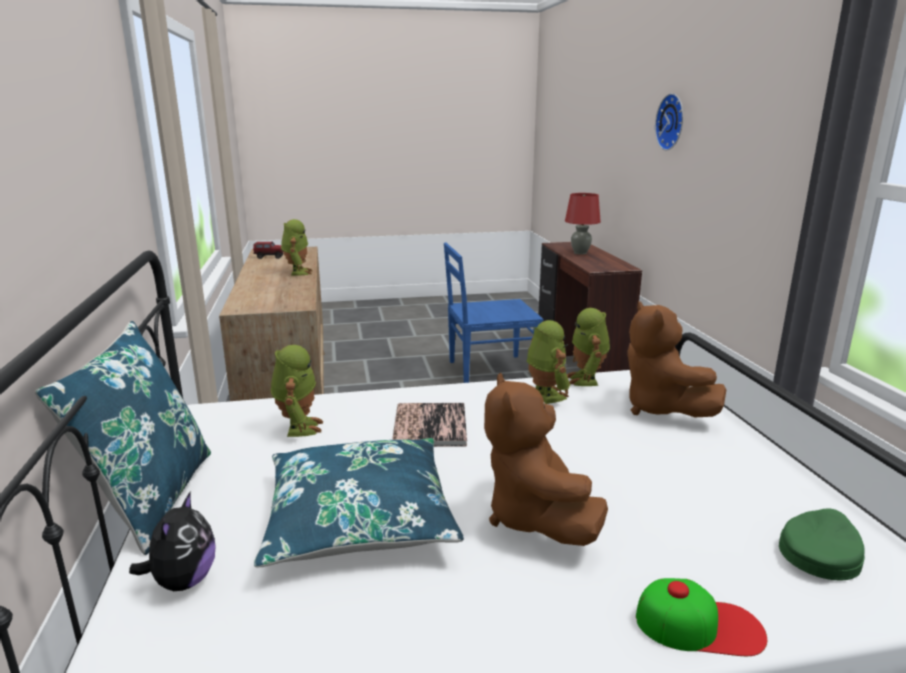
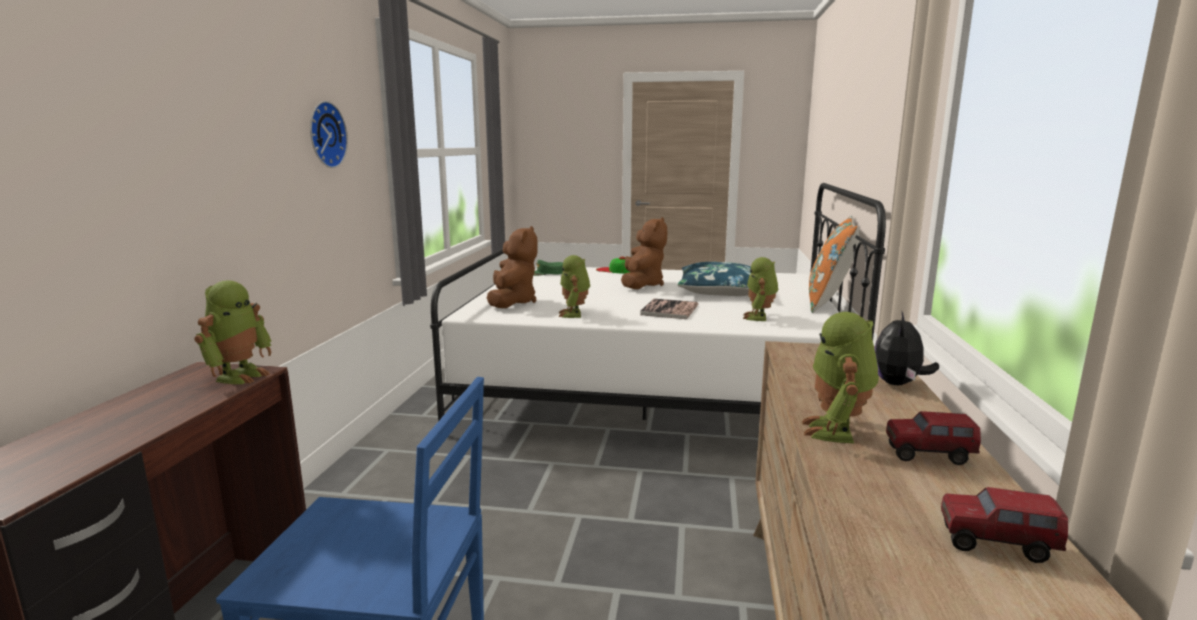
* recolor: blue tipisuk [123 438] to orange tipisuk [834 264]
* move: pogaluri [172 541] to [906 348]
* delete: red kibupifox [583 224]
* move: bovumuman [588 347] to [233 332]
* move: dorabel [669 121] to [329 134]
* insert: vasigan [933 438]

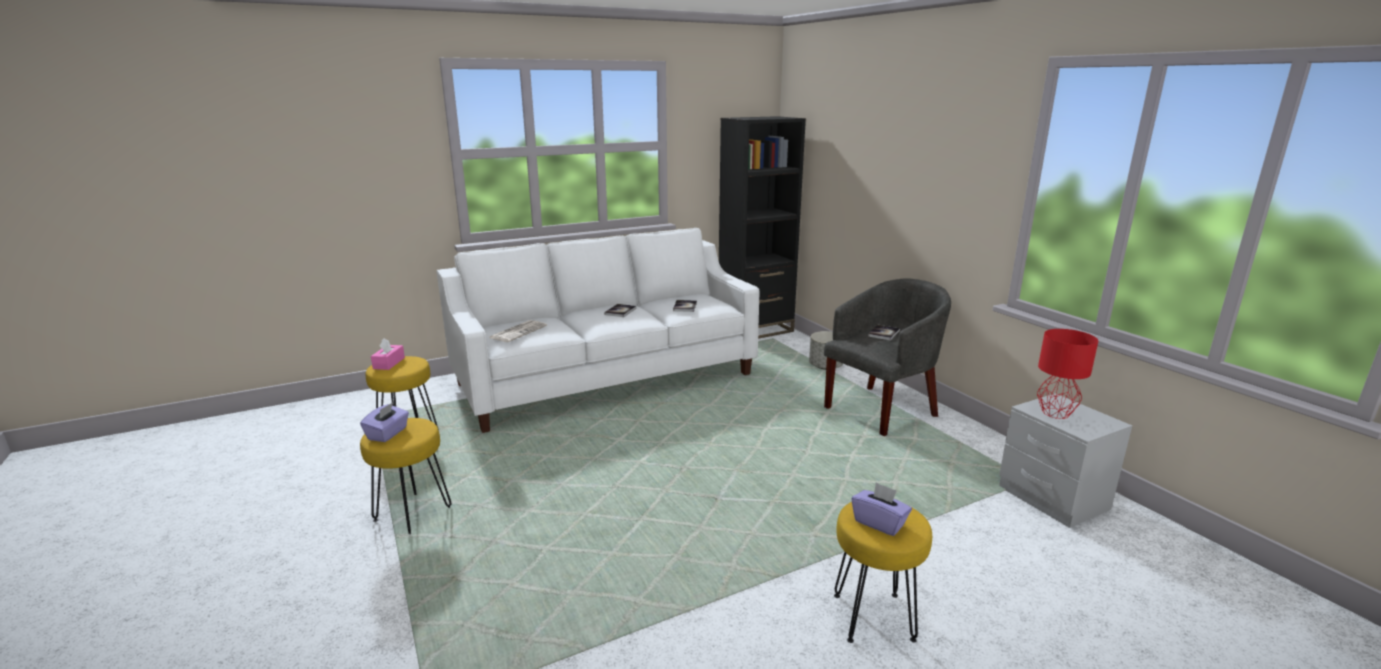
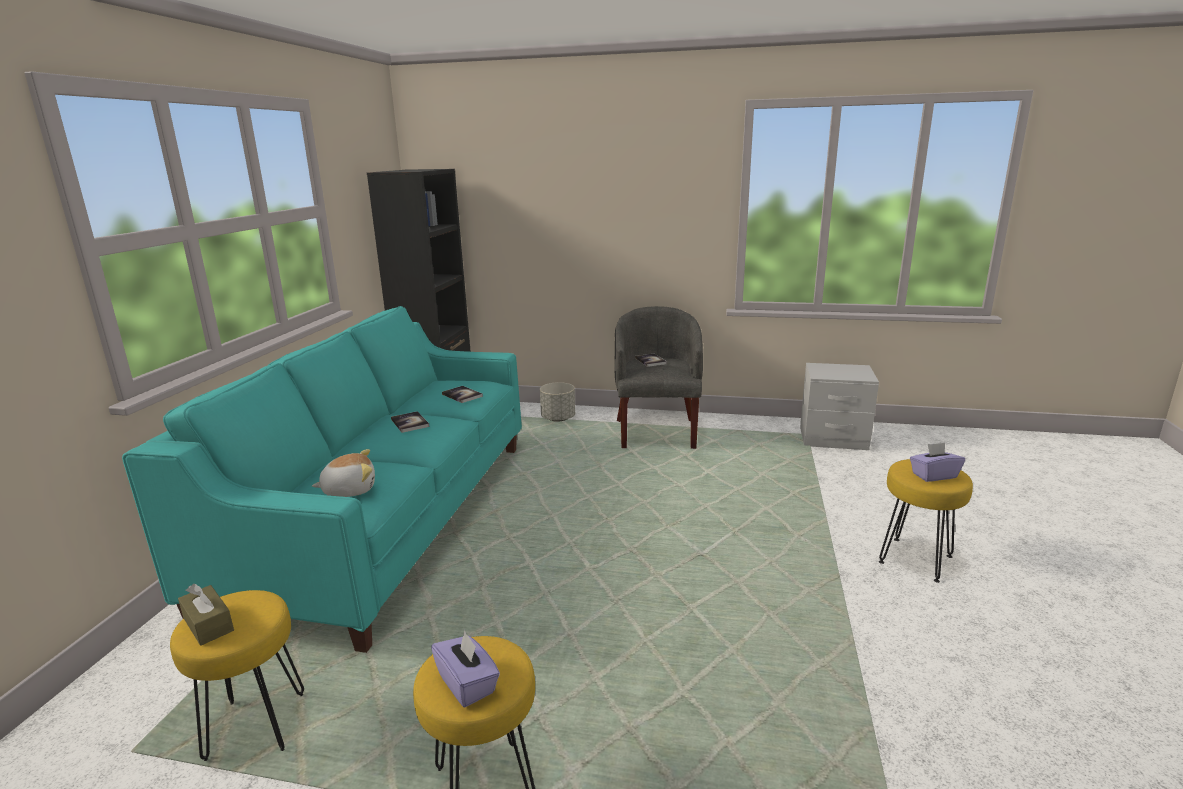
* recolor: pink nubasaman [388 354] to brown nubasaman [206 615]
* recolor: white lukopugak [597 330] to turquoise lukopugak [322 479]
* replace: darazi [518 331] to pogaluri [343 473]
* delete: red kibupifox [1067 374]

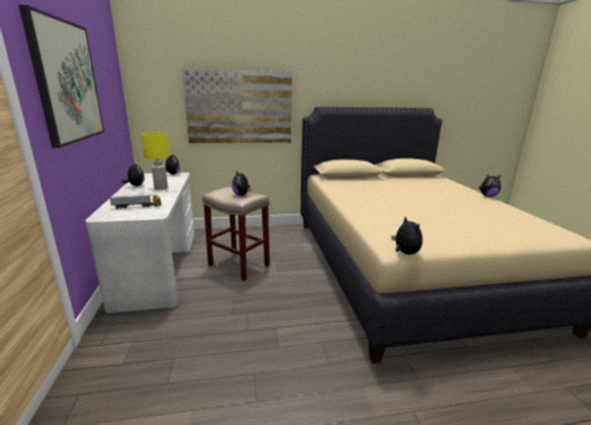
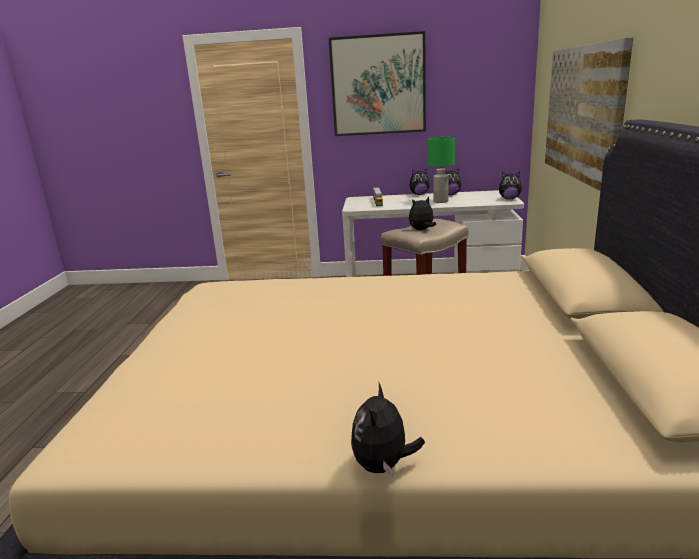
* recolor: yellow kibupifox [155 161] to green kibupifox [441 170]
* move: pogaluri [407 235] to [419 182]

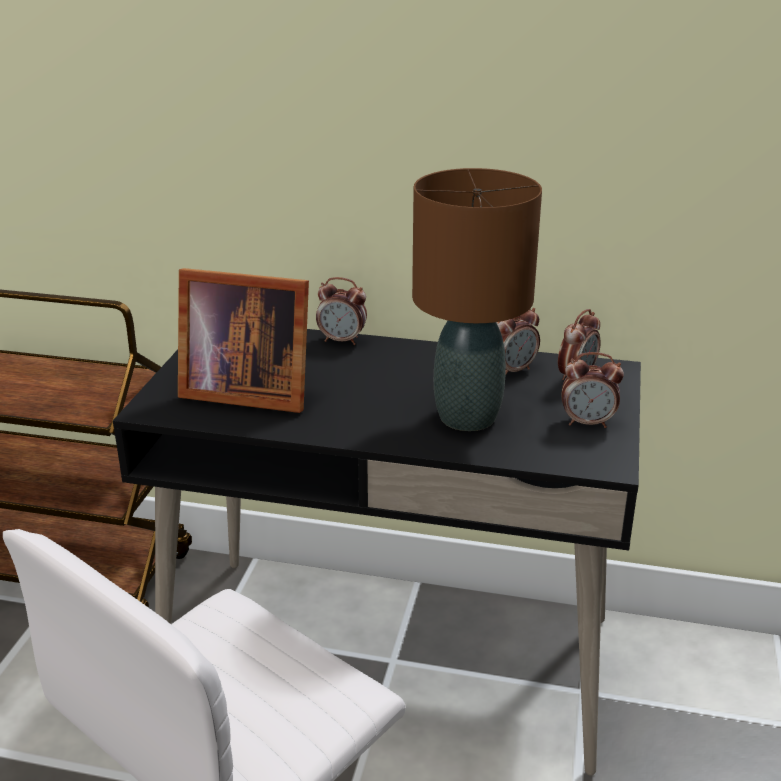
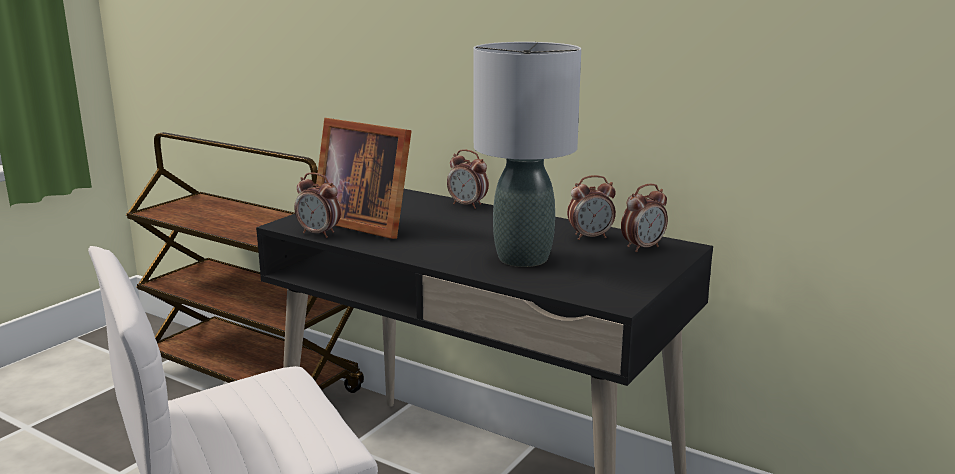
* recolor: brown kibupifox [477 299] to grey kibupifox [527 154]
* move: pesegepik [592 390] to [317 205]

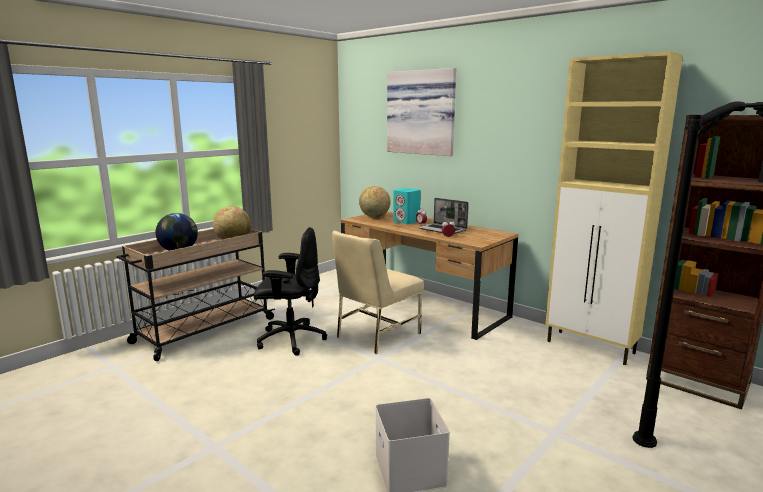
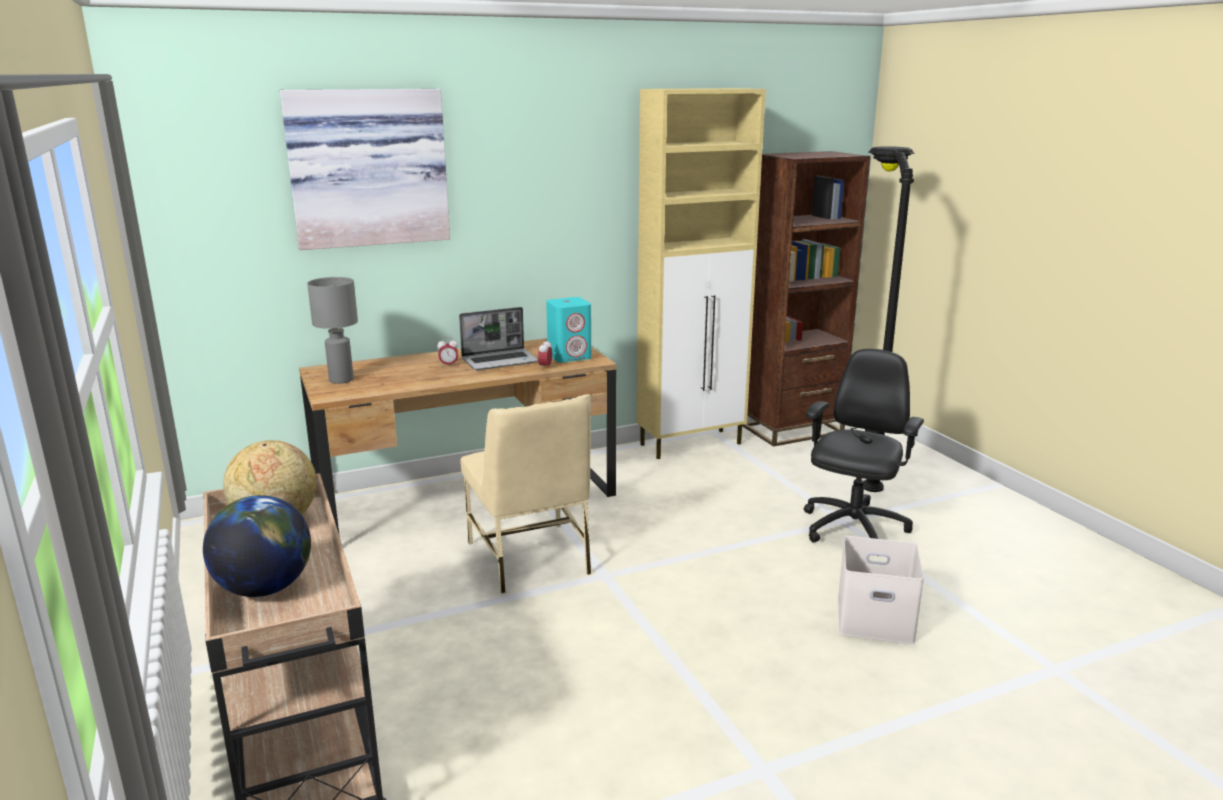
* move: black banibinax [290 291] to [864 445]
* replace: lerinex [374 202] to grey kibupifox [332 330]
* move: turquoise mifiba [407 206] to [568 330]

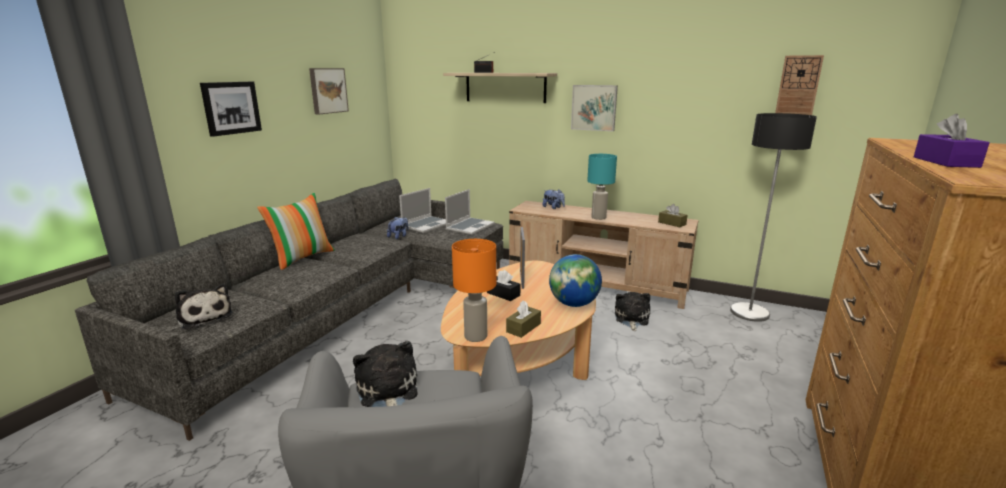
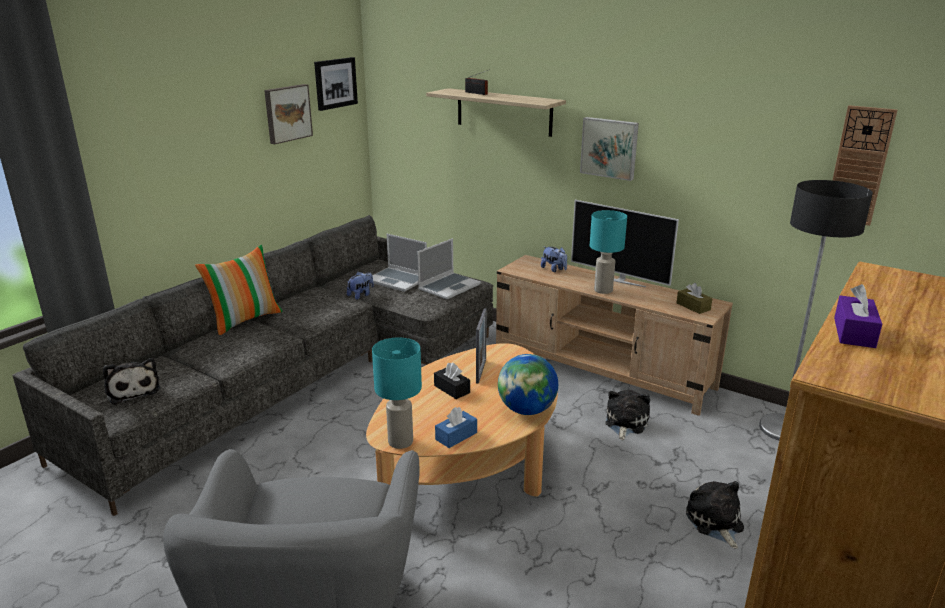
* move: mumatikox [231 109] to [336 84]
* move: pogaluri [385 374] to [715 515]
* rotate: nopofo [422 210] = [399 263] 75 degrees clockwise
* recolor: orange kibupifox [474 290] to turquoise kibupifox [397 393]
* recolor: brown nubasaman [523 319] to blue nubasaman [456 427]
* insert: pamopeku [625 243]

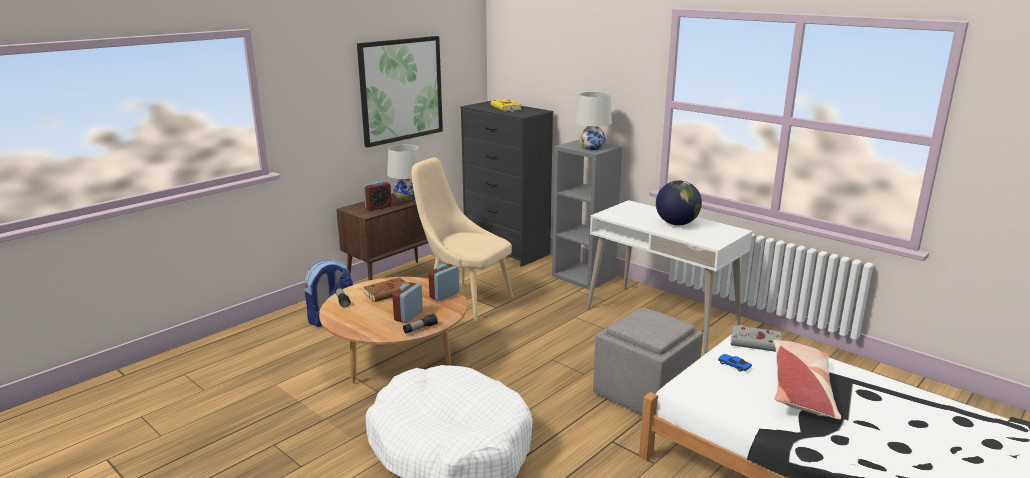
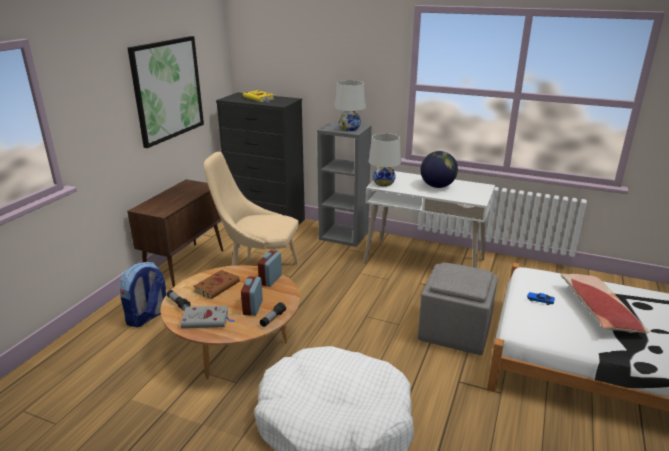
* delete: pesegepik [378 196]
* move: white kibupifox [404 172] to [384 159]
* move: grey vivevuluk [756 338] to [207 317]

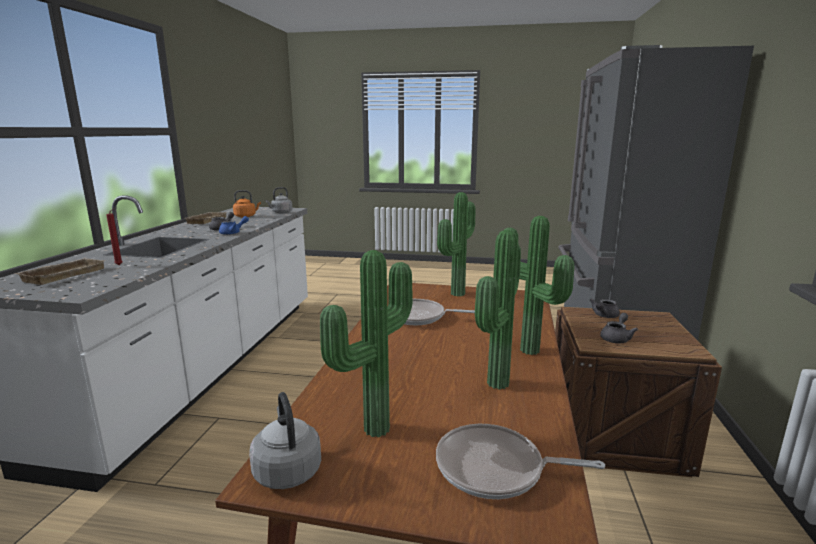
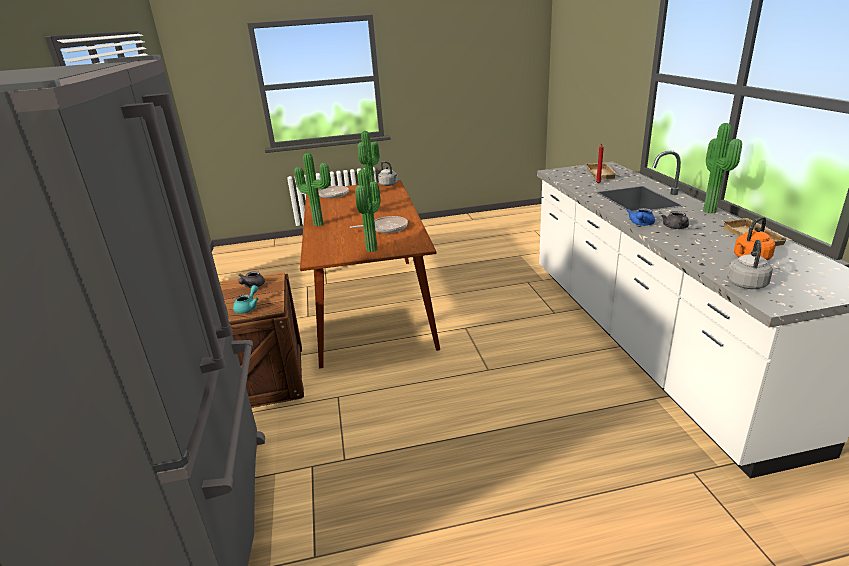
* move: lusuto [498 309] to [722 168]
* recolor: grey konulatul [605 308] to turquoise konulatul [245 299]

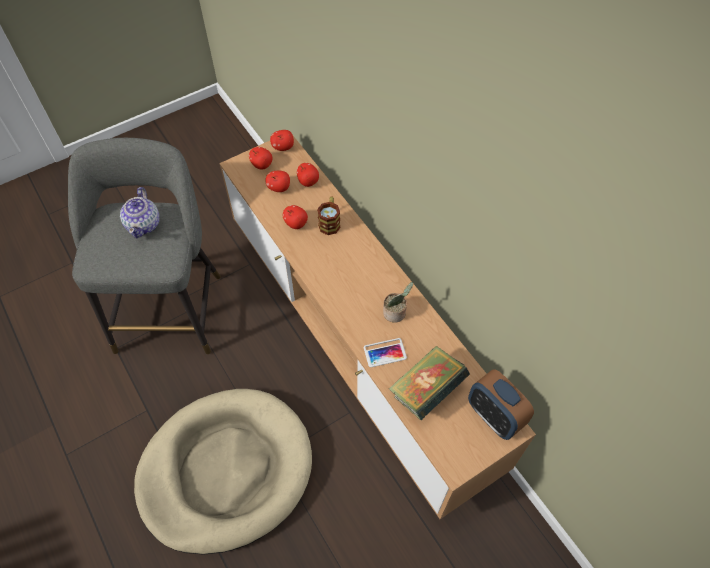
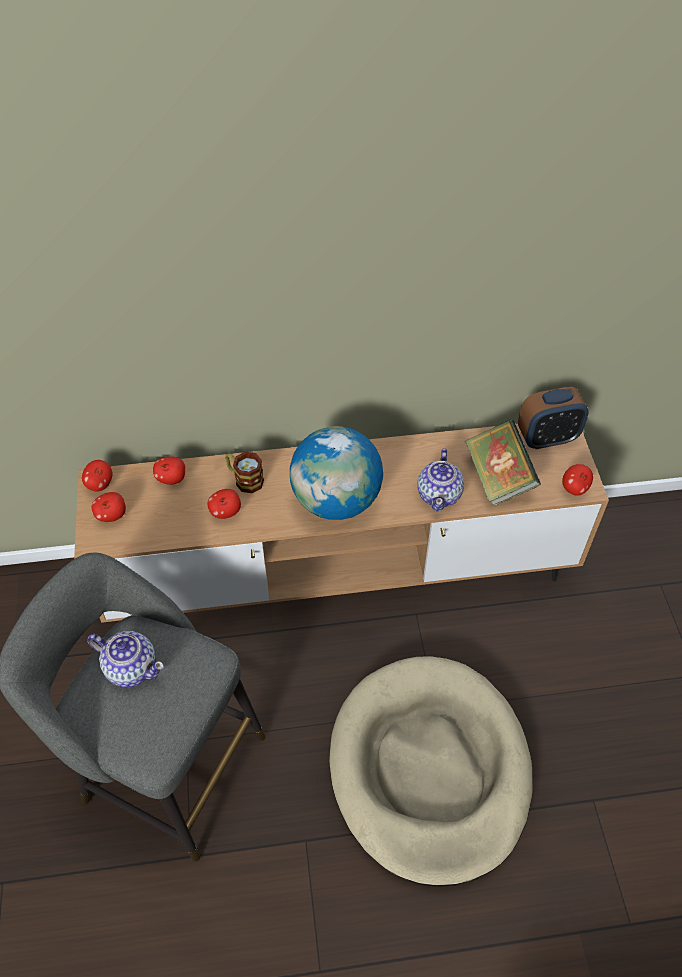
* move: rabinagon [278 181] to [577 480]
* replace: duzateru [385 352] to konulatul [441 479]
* delete: lusuto [398 302]
* insert: lerinex [336 473]

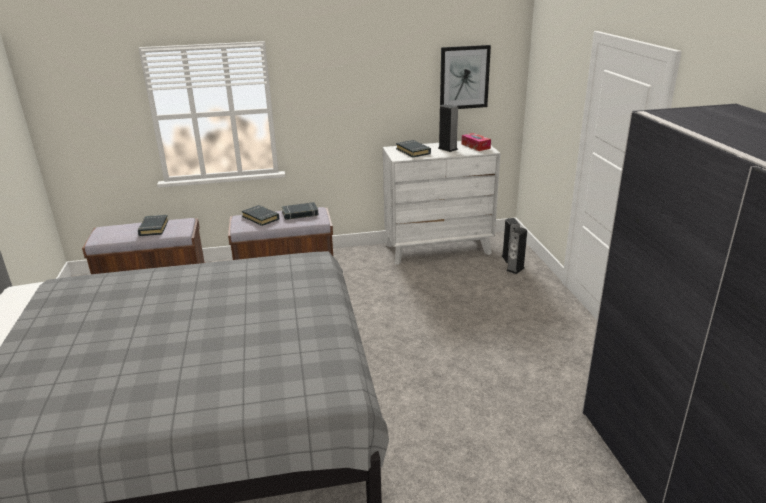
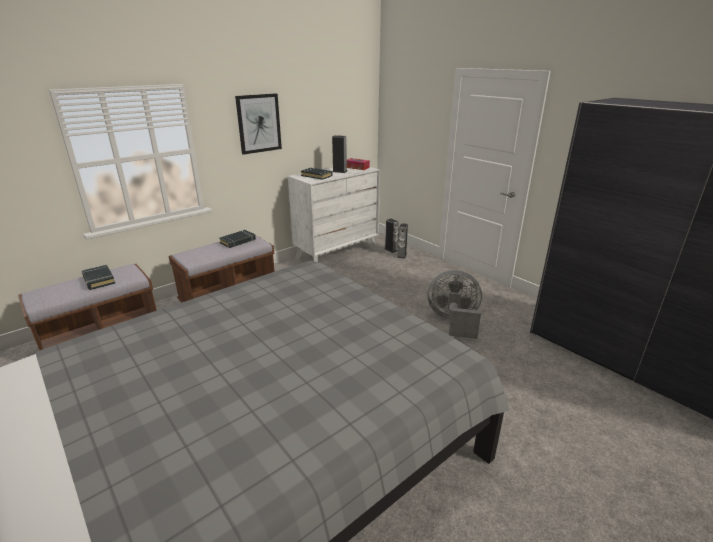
* delete: black vivevuluk [260 215]
* move: mumatikox [465 77] to [258 124]
* insert: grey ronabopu [454 304]

